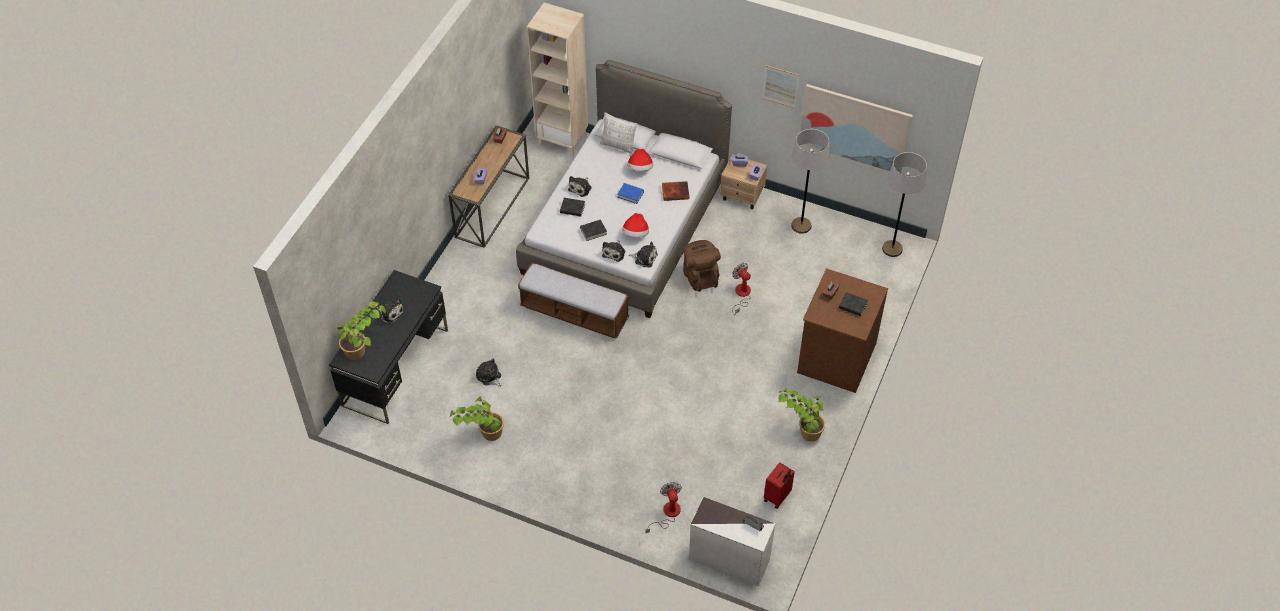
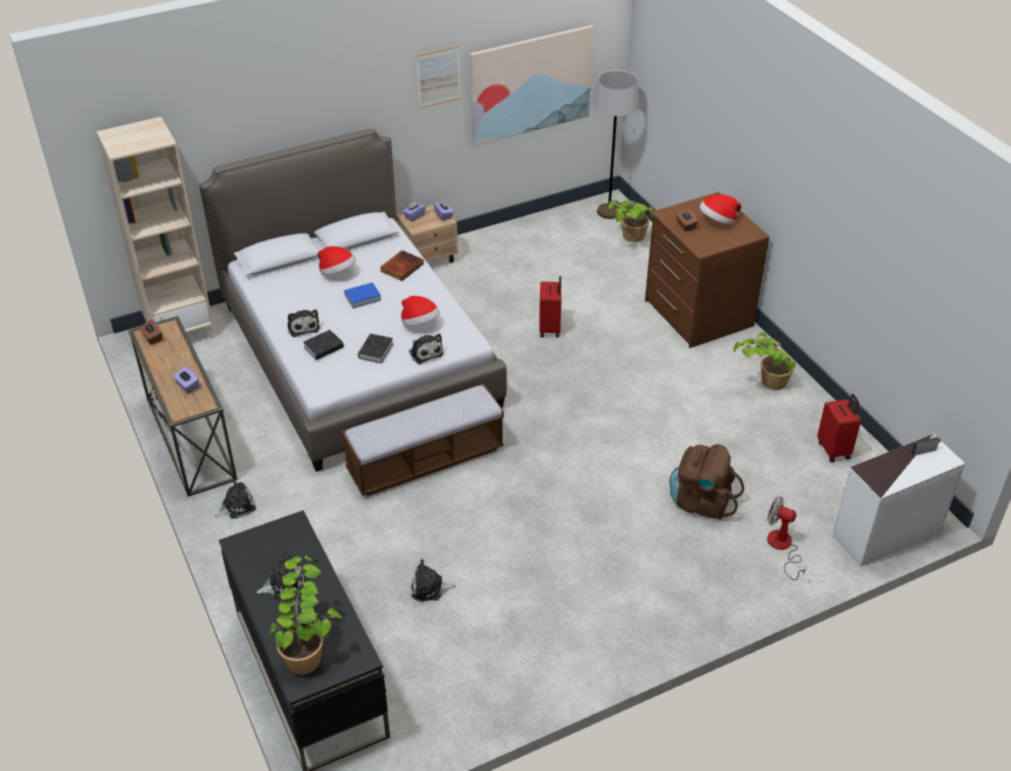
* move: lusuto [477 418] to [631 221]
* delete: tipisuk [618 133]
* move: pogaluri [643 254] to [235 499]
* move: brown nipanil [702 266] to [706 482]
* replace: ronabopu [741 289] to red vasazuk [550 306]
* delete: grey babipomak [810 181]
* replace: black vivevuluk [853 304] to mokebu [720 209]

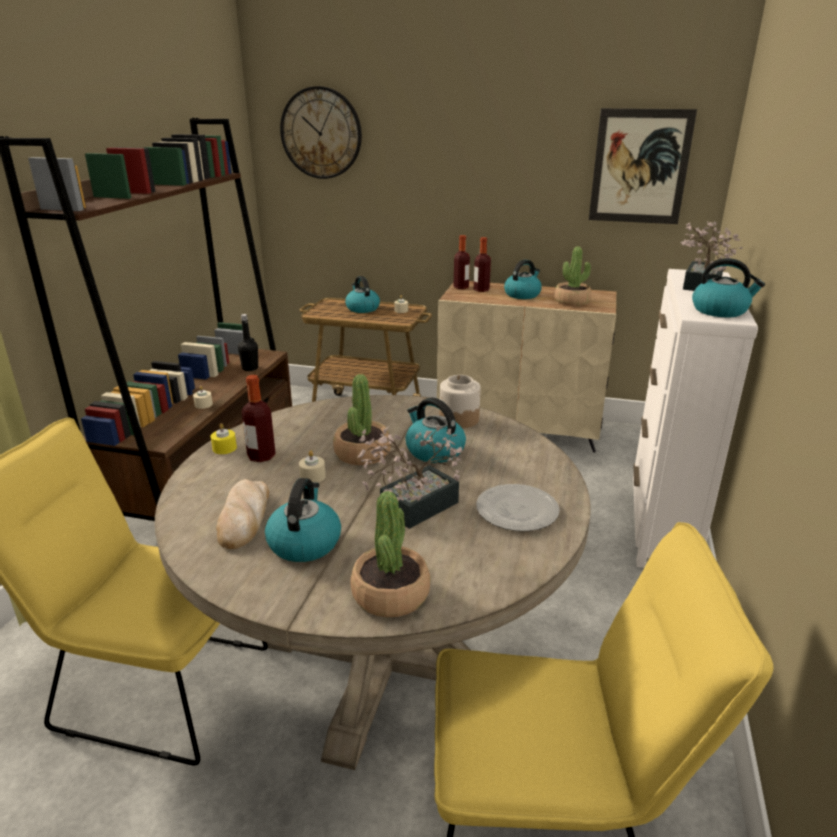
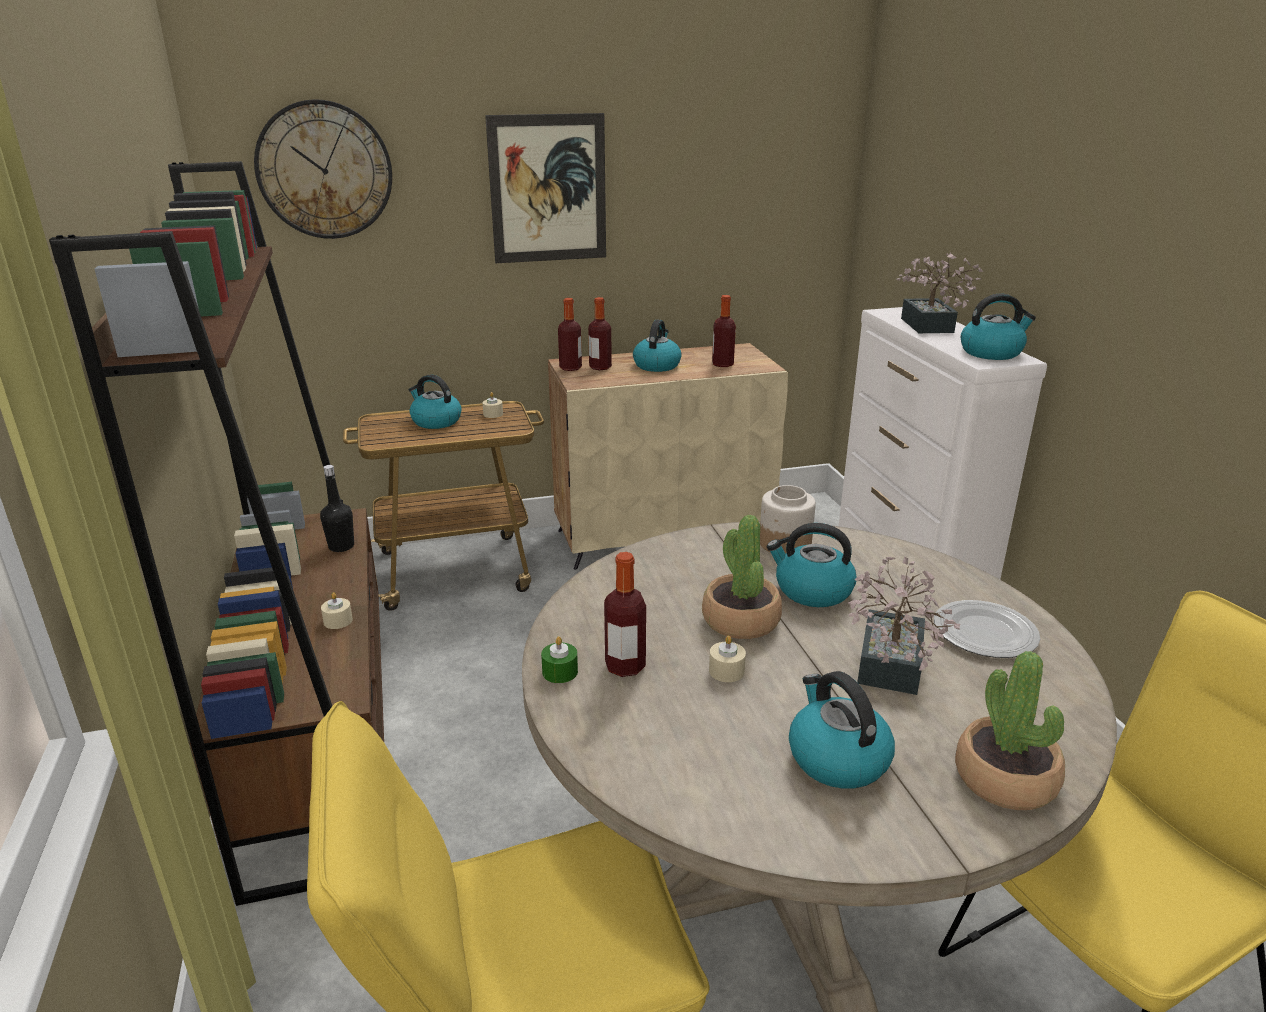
* recolor: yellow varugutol [224 438] to green varugutol [559 659]
* delete: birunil [242 514]
* replace: lusuto [573 276] to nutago [724 331]
* move: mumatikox [643 166] to [545 188]

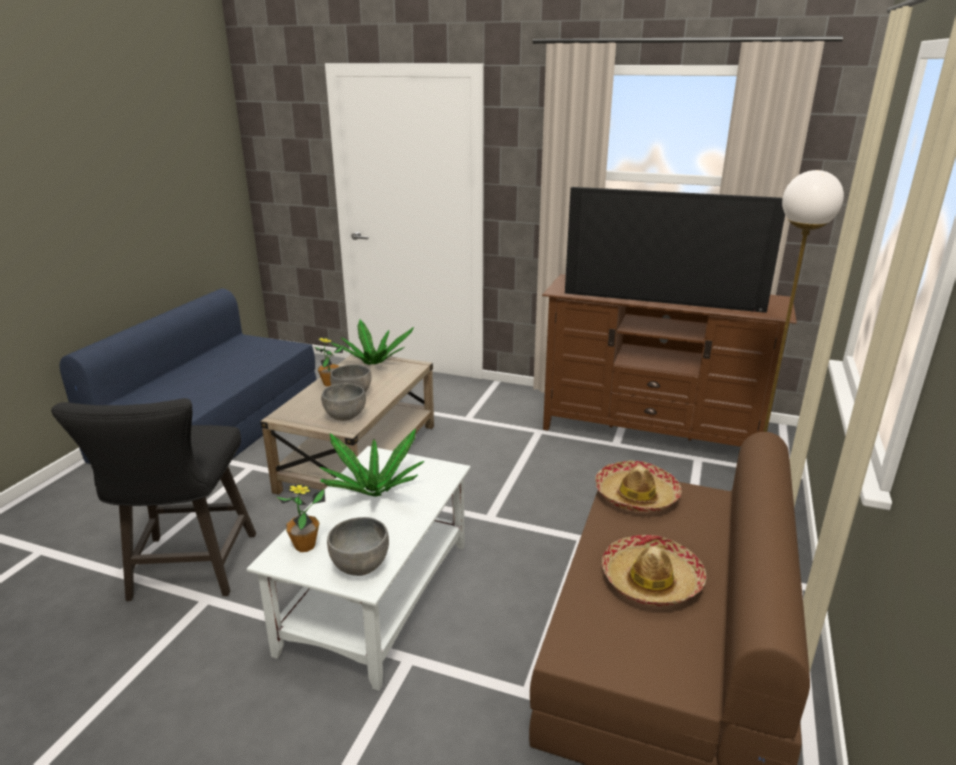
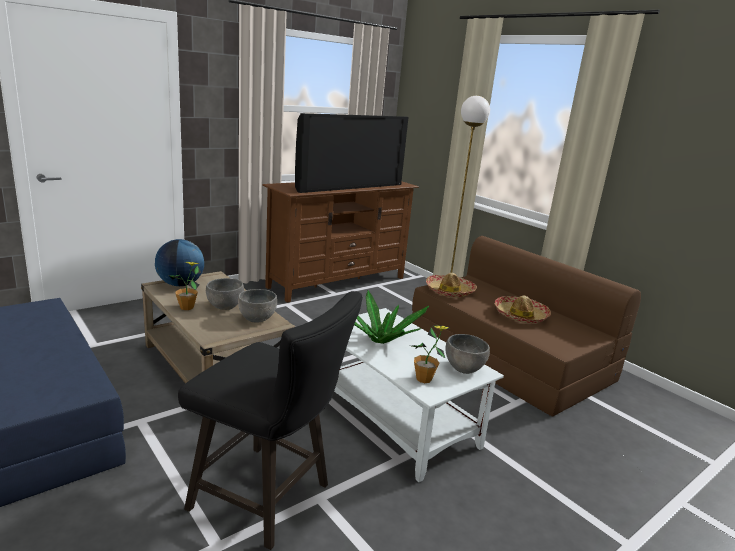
* replace: lusuto [372 342] to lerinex [179 262]

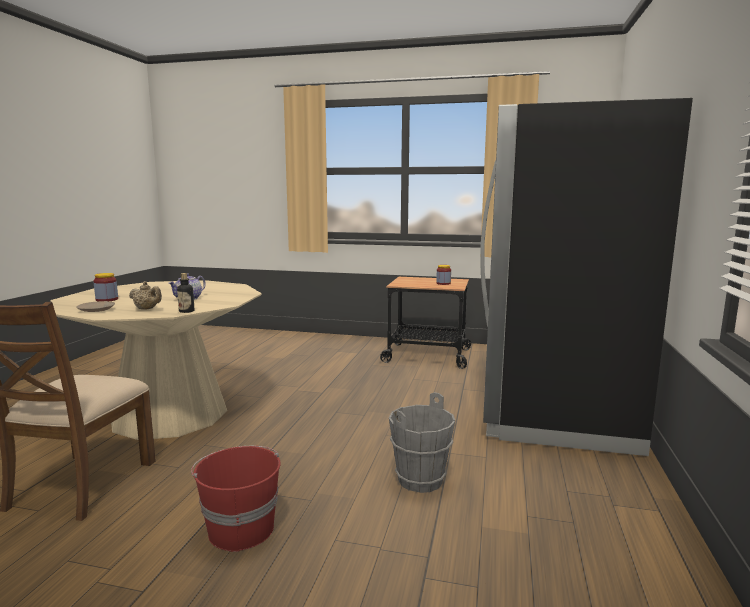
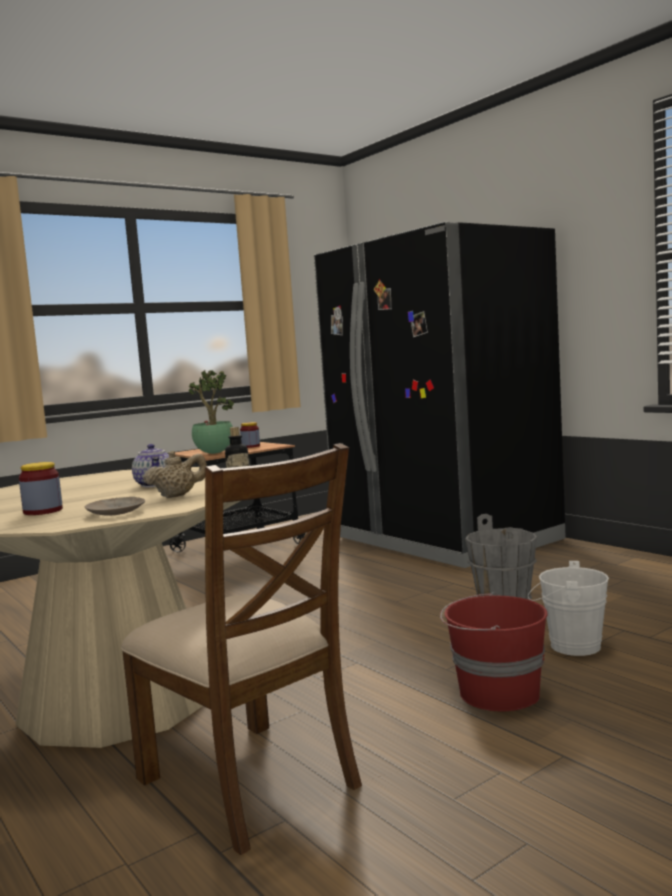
* insert: lusuto [212 412]
* insert: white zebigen [568 608]

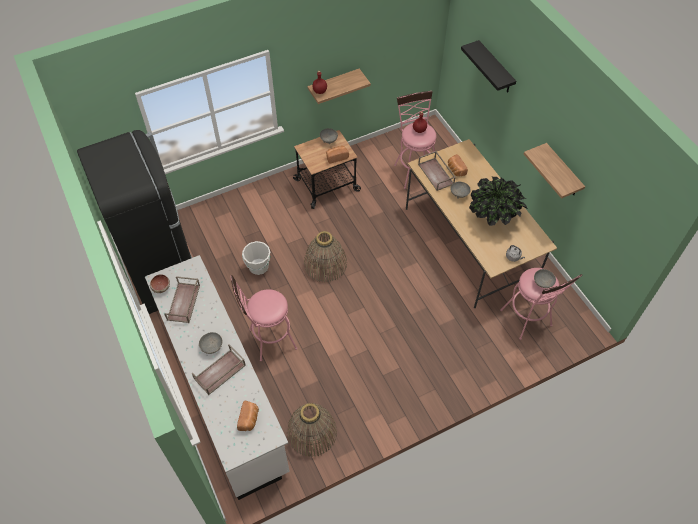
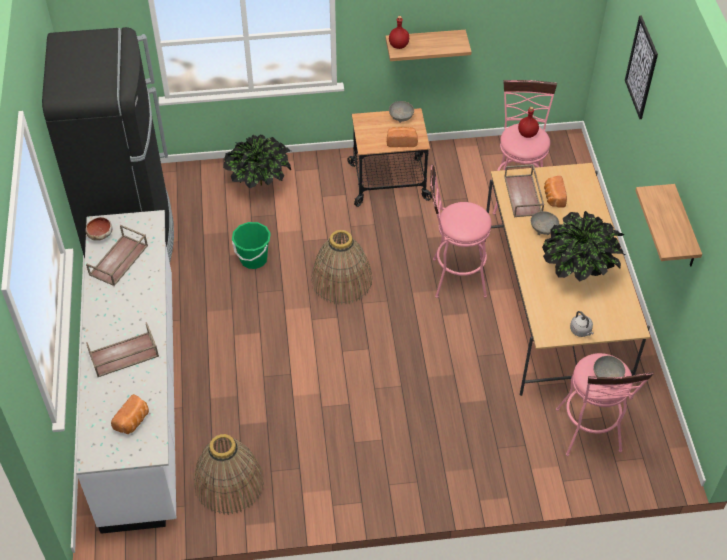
* delete: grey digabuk [211 343]
* move: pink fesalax [264 318] to [461 231]
* recolor: white zebigen [256 258] to green zebigen [251 245]
* replace: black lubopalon [488 66] to mumatikox [641 67]
* insert: lusuto [257 161]

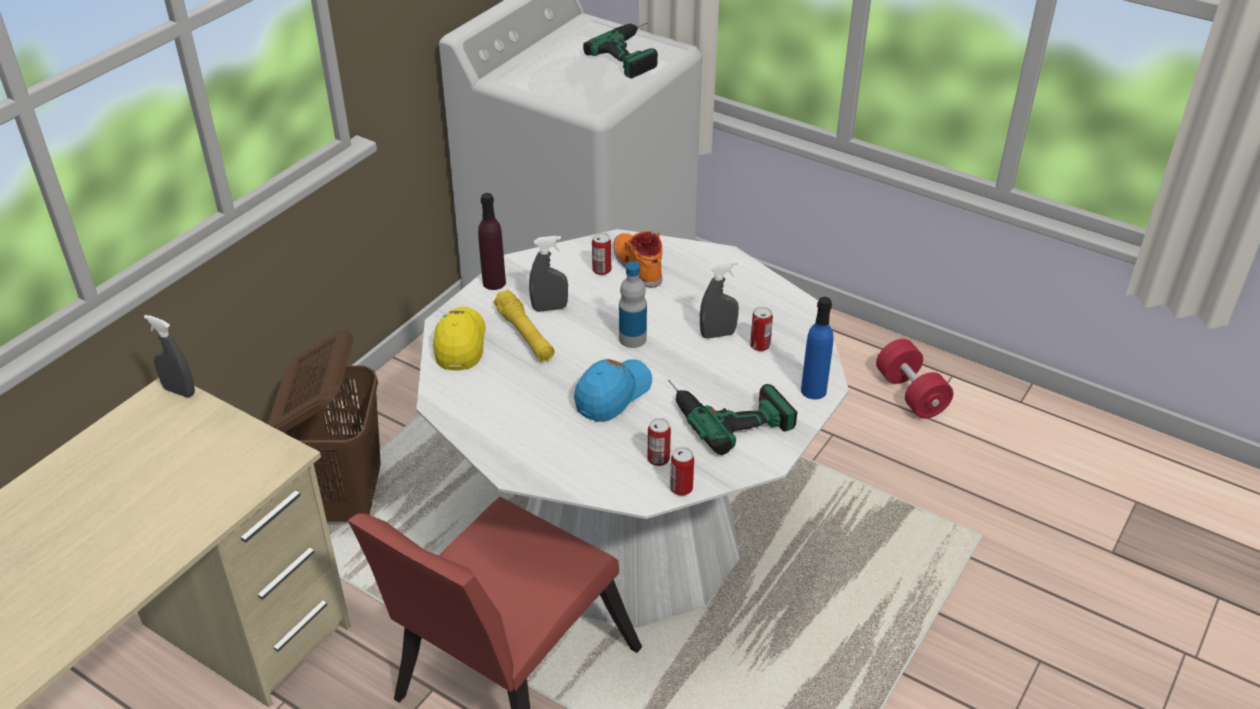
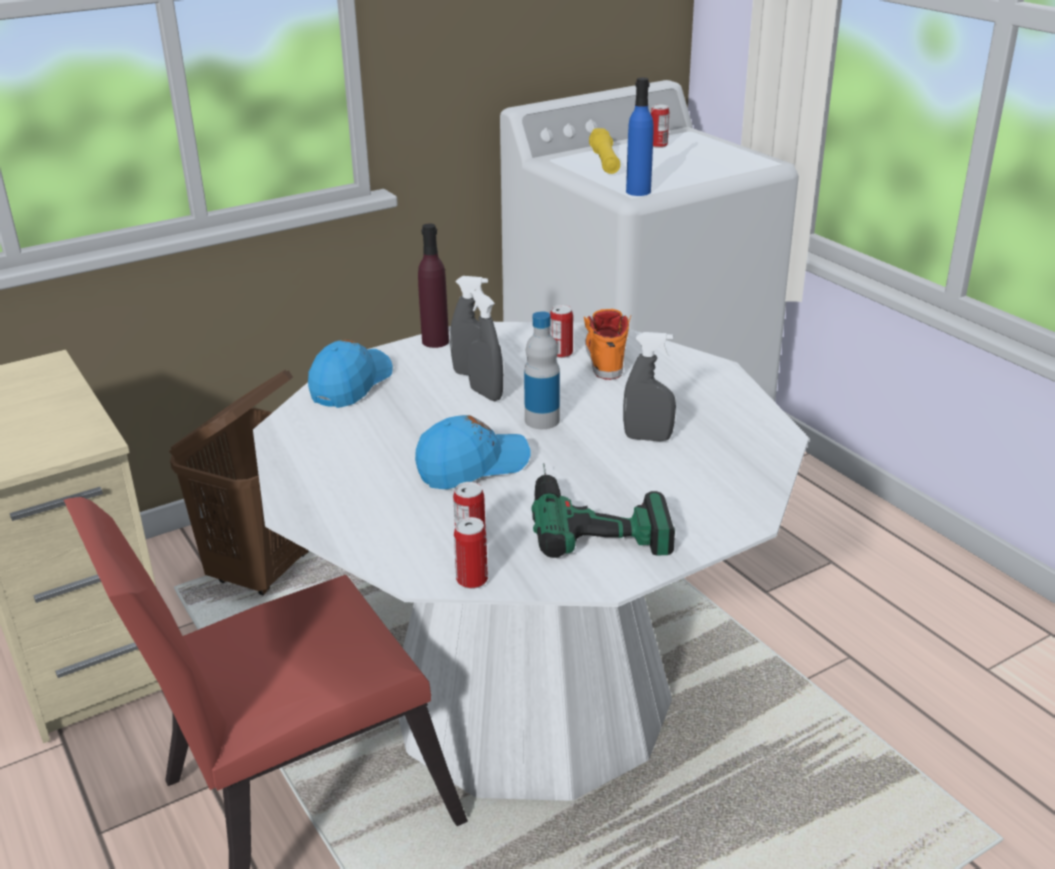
* move: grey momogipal [169 356] to [485 345]
* recolor: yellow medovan [459 338] to blue medovan [350 374]
* move: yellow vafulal [524 325] to [604 151]
* delete: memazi [620 50]
* move: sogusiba [761 329] to [660 126]
* move: blue nutago [817 348] to [639 136]
* delete: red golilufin [914 379]

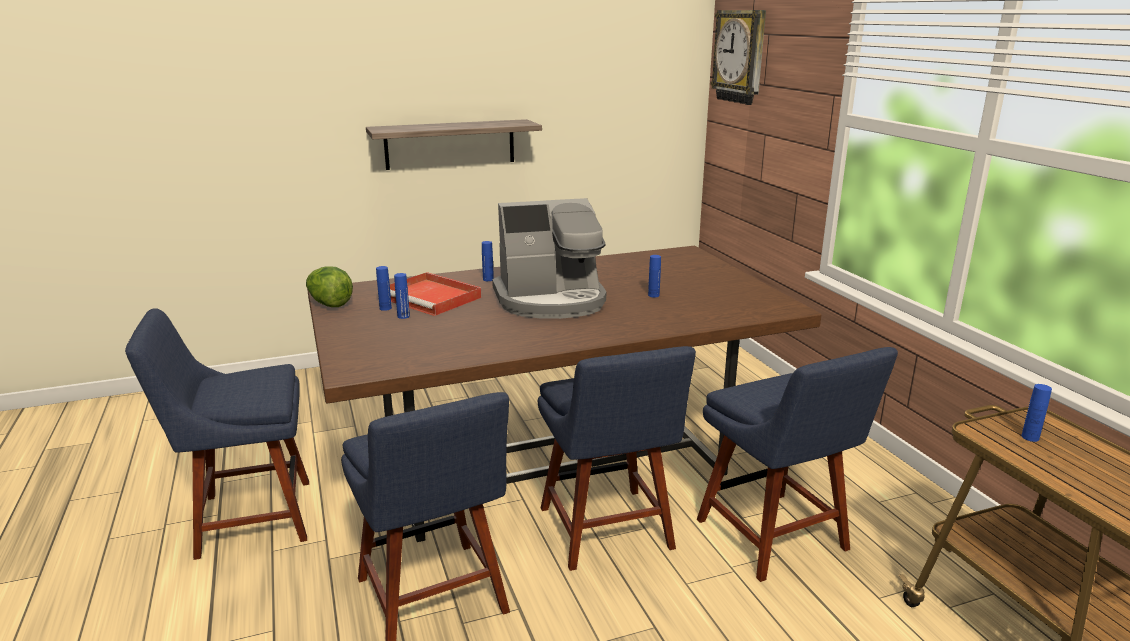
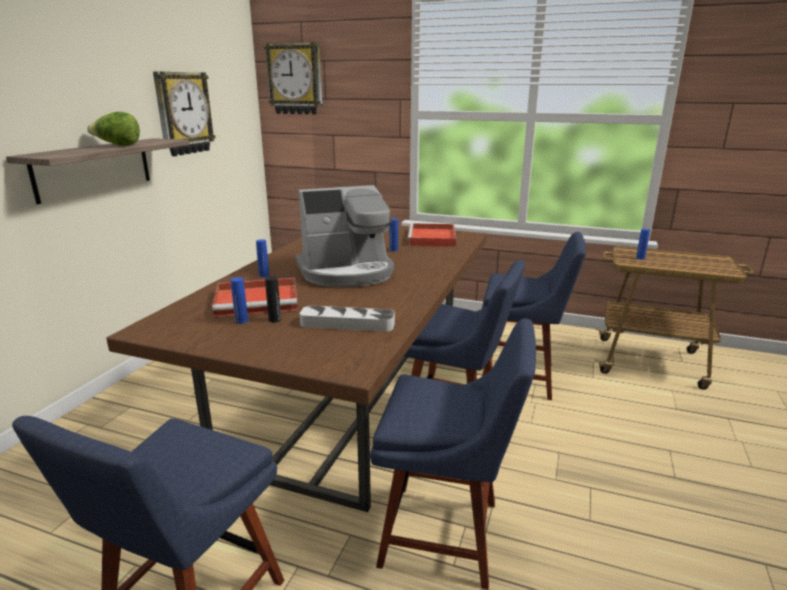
* move: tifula [329 286] to [113 129]
* recolor: blue nutago [402 296] to black nutago [273 299]
* rotate: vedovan [549 258] = [345 236] 45 degrees clockwise
* insert: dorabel [184 113]
* insert: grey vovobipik [347 319]
* insert: red vovobipik [431 235]

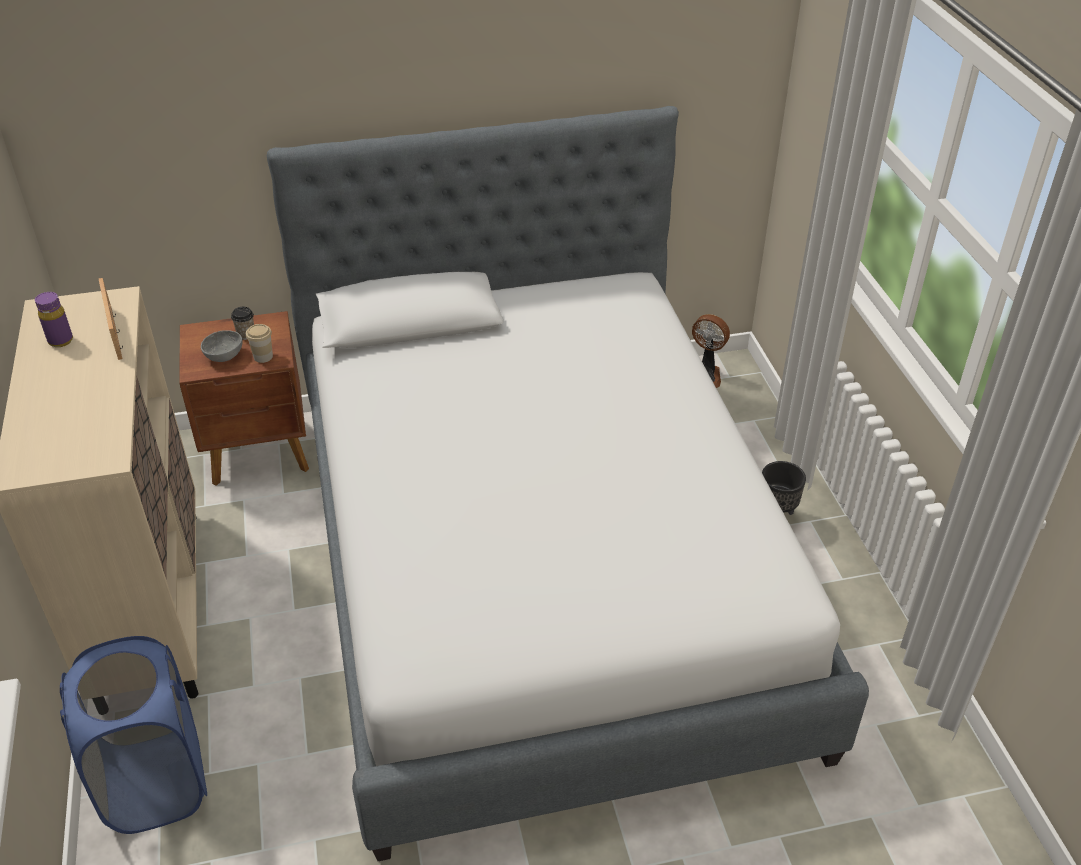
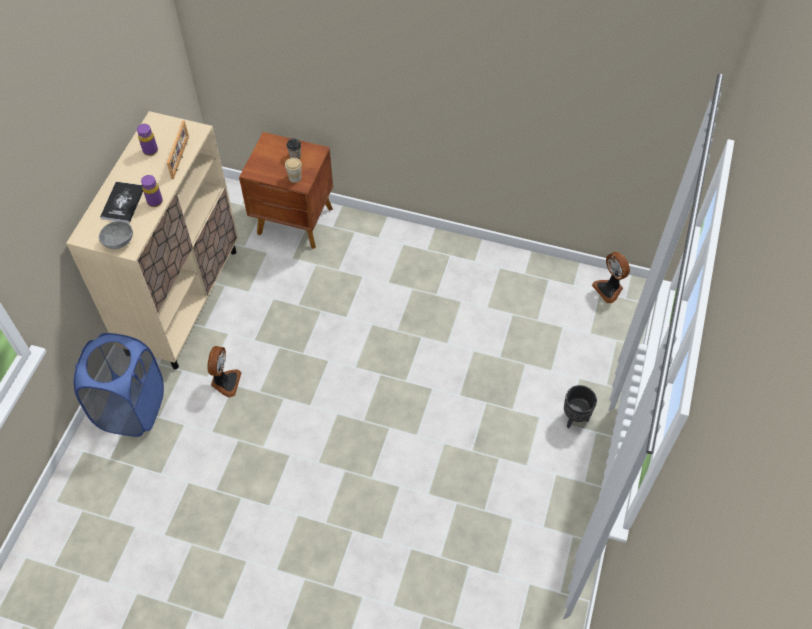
* move: grey digabuk [222 346] to [116 235]
* delete: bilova [568 483]
* insert: vivevuluk [121 202]
* insert: purple nutago [152 191]
* insert: ronabopu [224 371]

